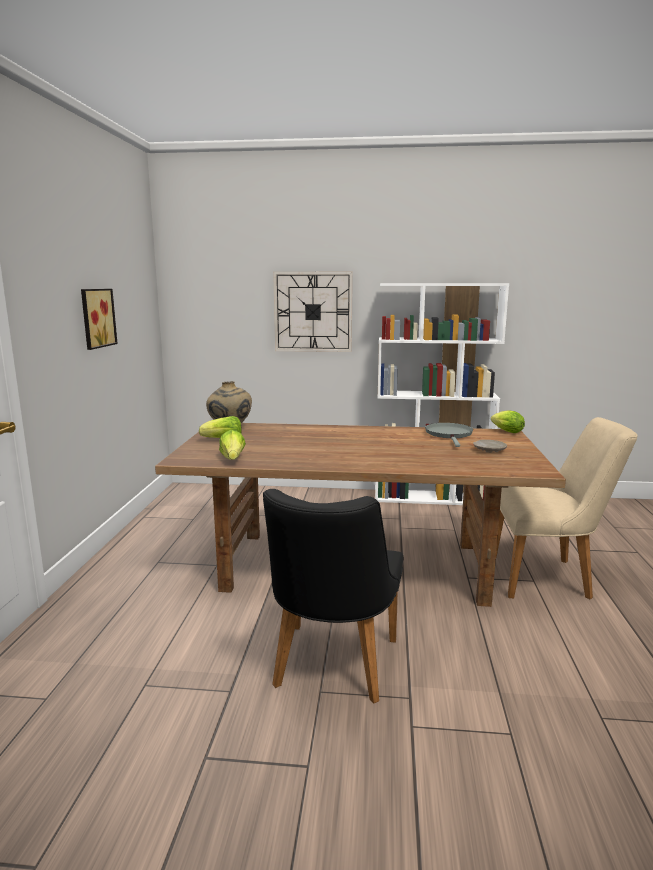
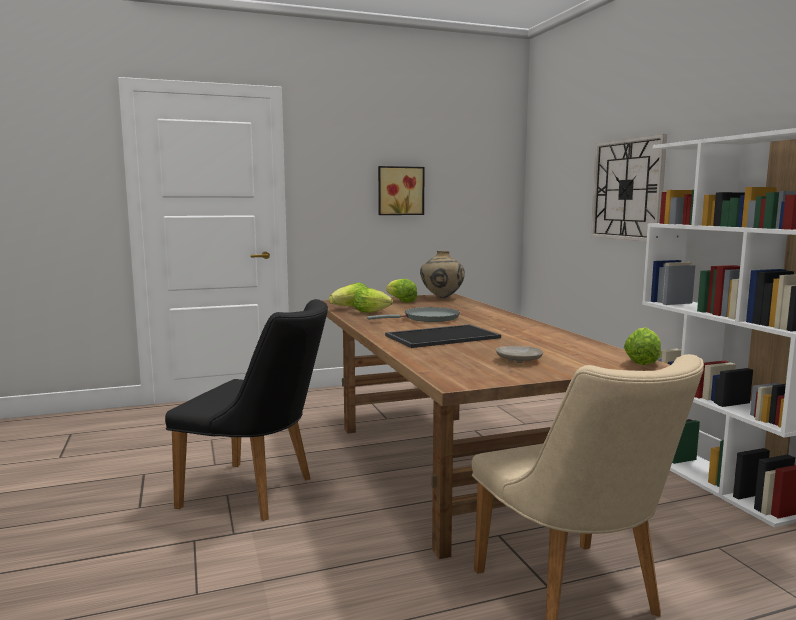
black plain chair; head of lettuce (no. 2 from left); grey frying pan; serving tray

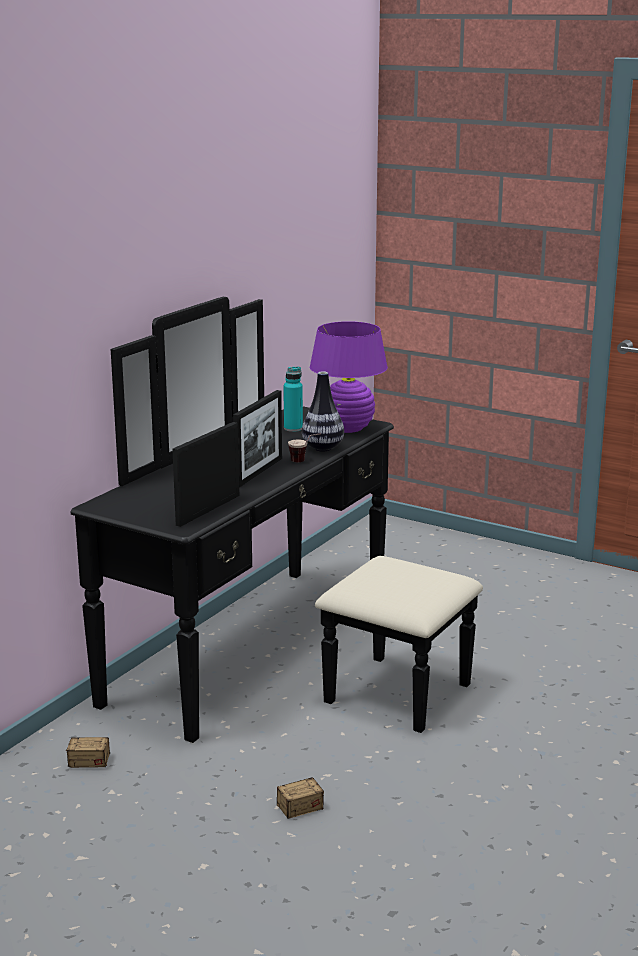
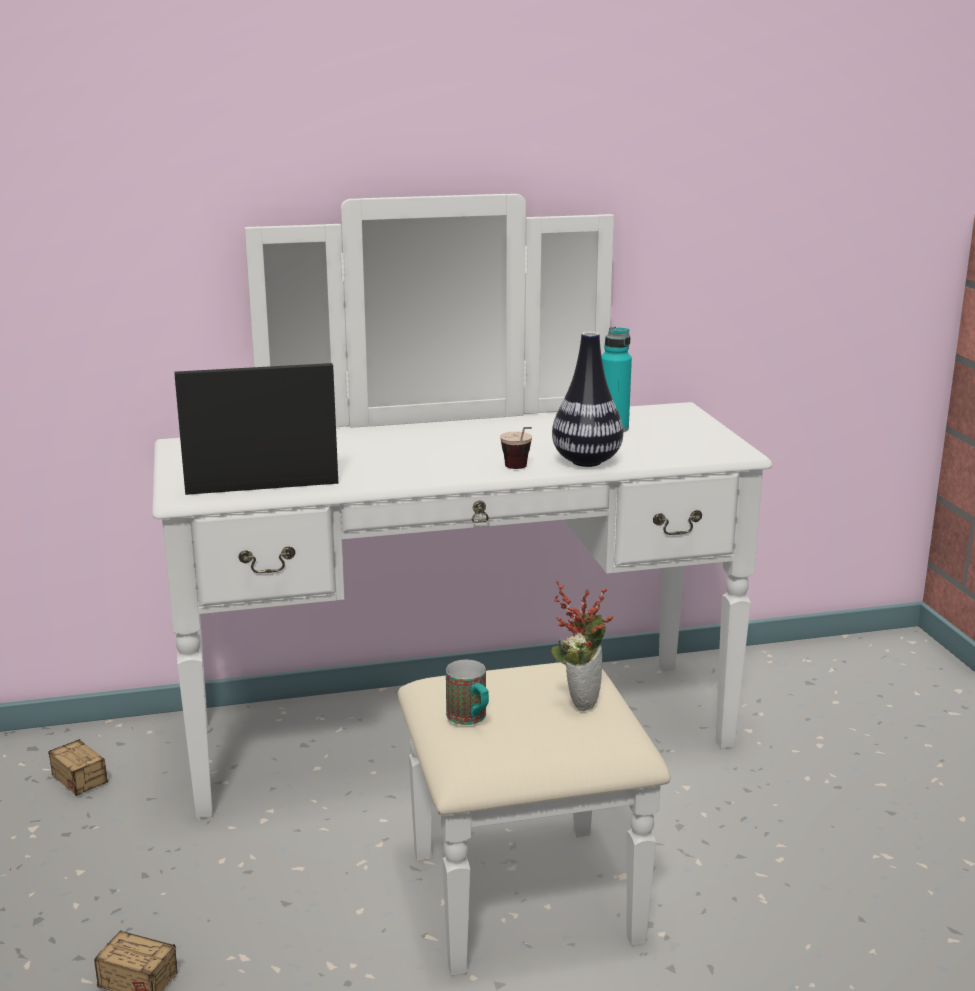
white-coloured drawer chest; mug; houseplant; photo frame (no. 2 from left in the first image); purple-coloured tabletop lamp

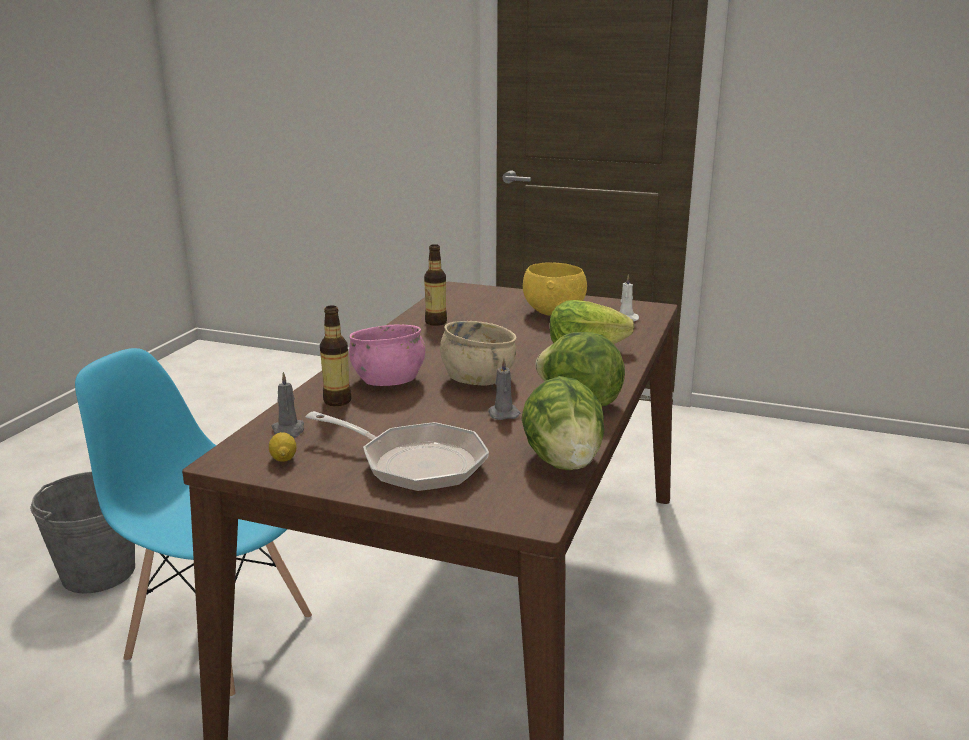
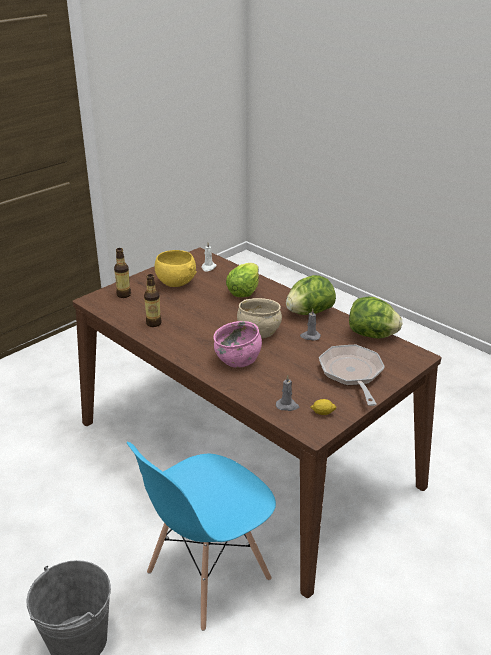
bottle (no. 1 from left); frying pan

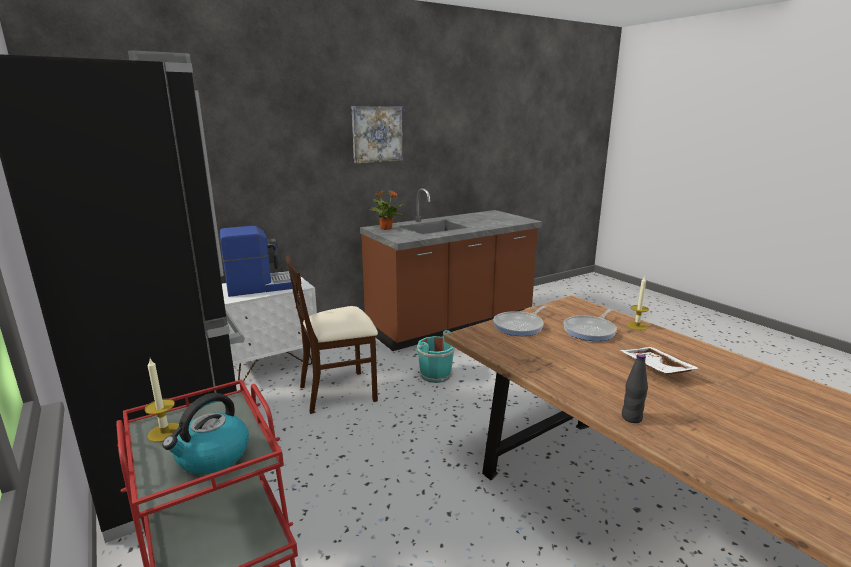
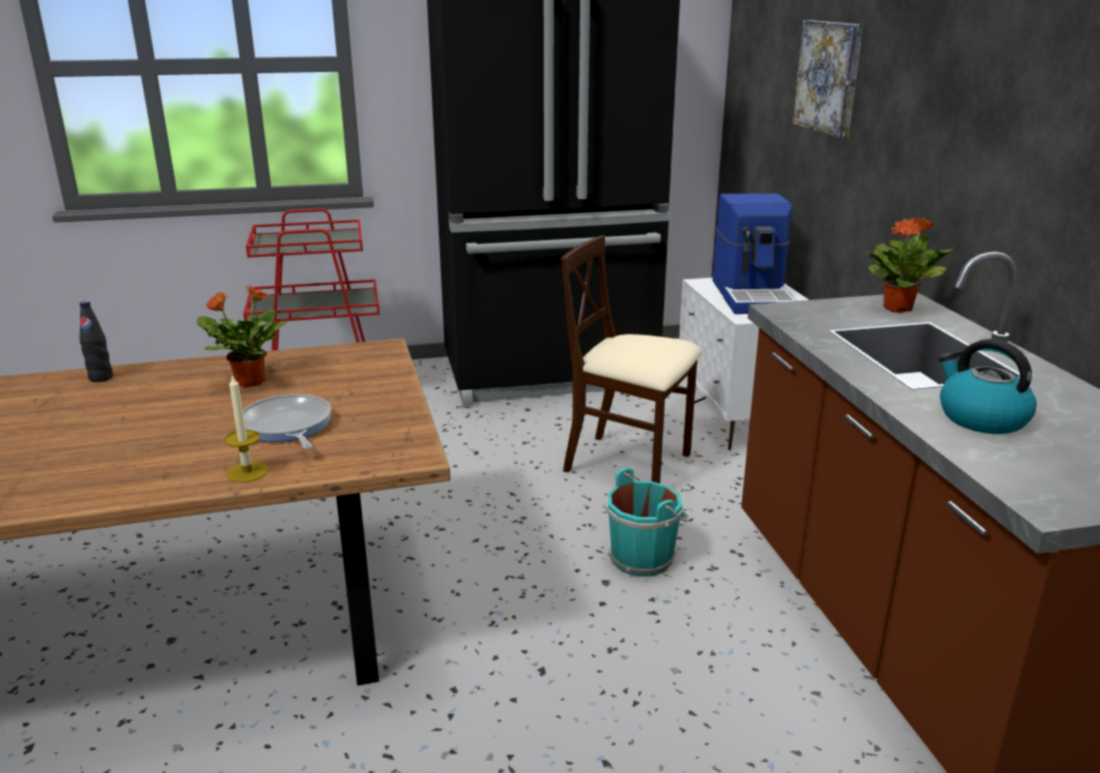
houseplant (no. 1 from left); beige plain chair; picture; kettle; wax light (no. 1 from left in the first image); frying pan (no. 1 from left in the first image); white-coloured serving tray

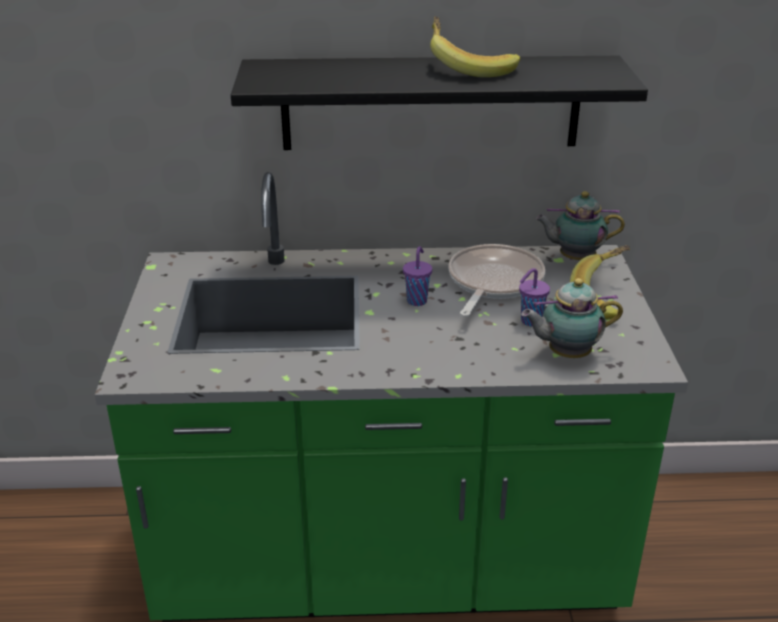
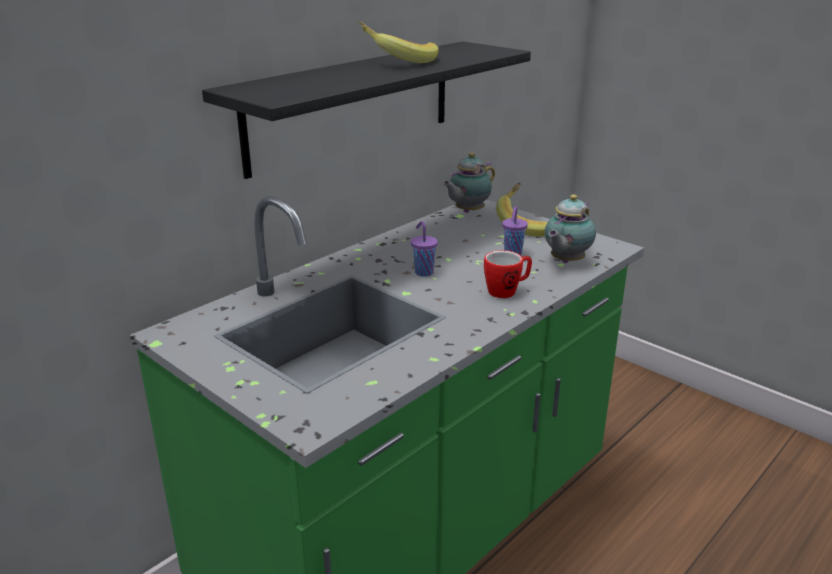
mug; frying pan

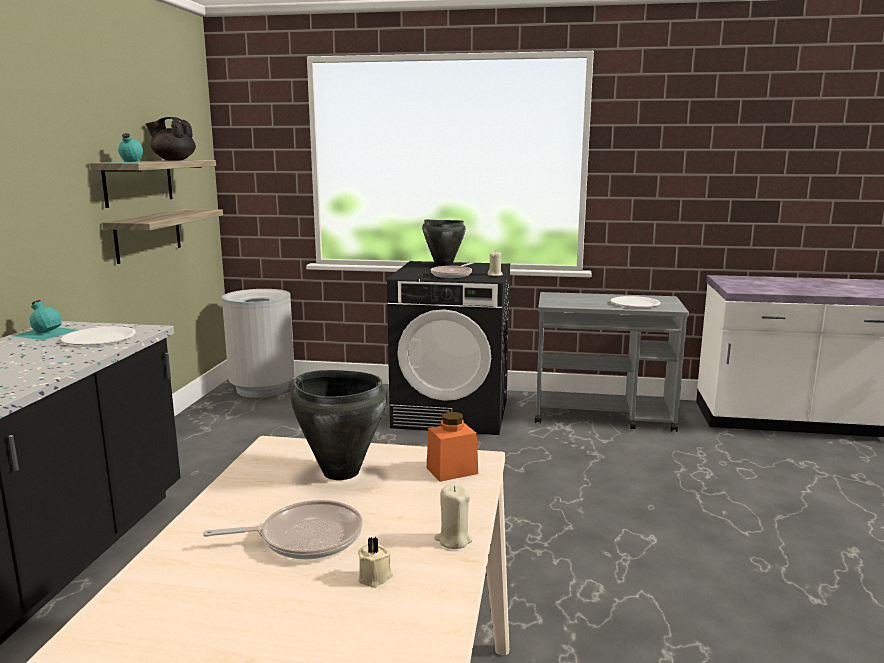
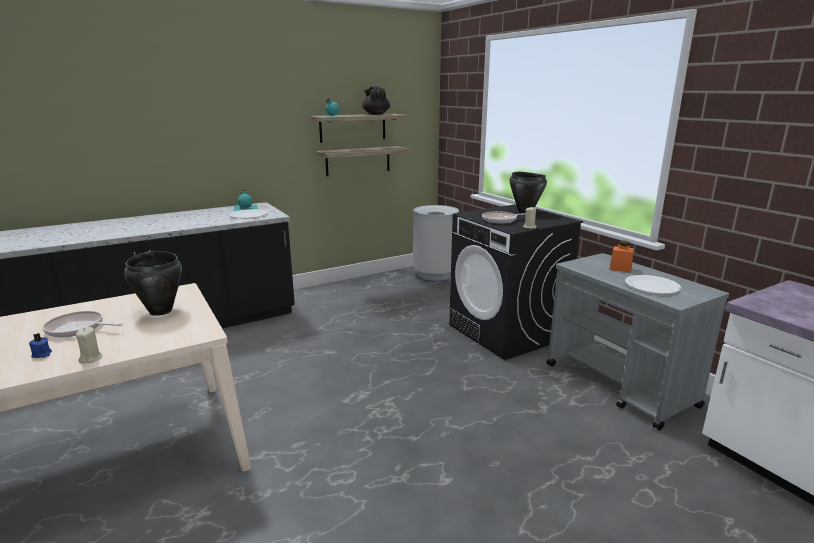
blue wax light; frying pan (no. 1 from left); orange-coloured storage jar

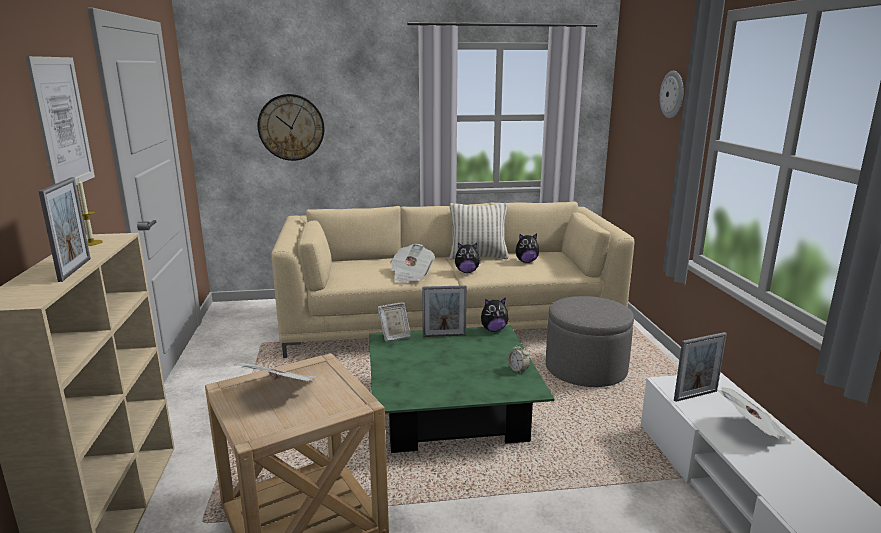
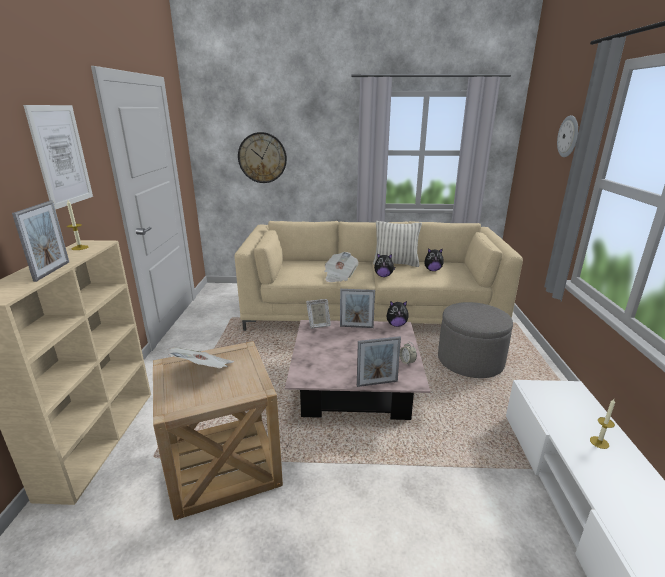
pink low table; photo frame (no. 4 from left); wax light (no. 2 from left)

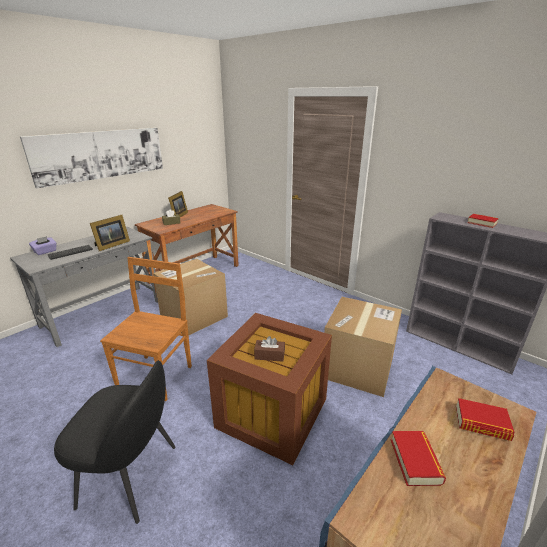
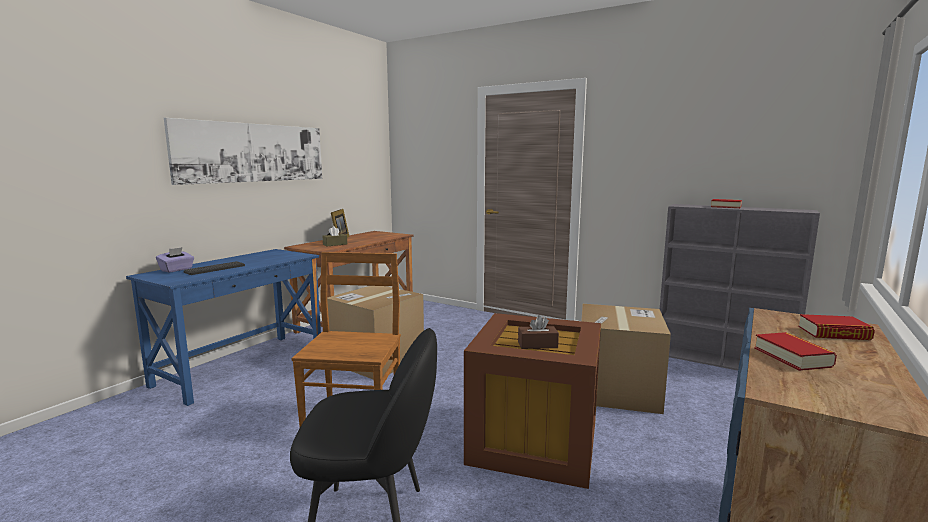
blue desk table; photo frame (no. 1 from left in the first image)

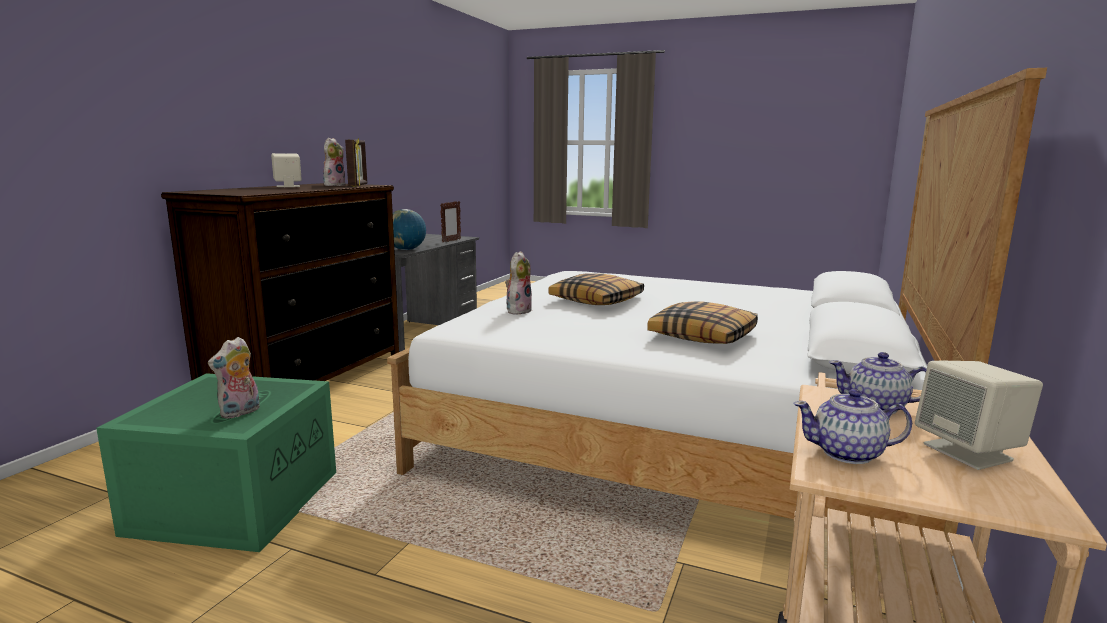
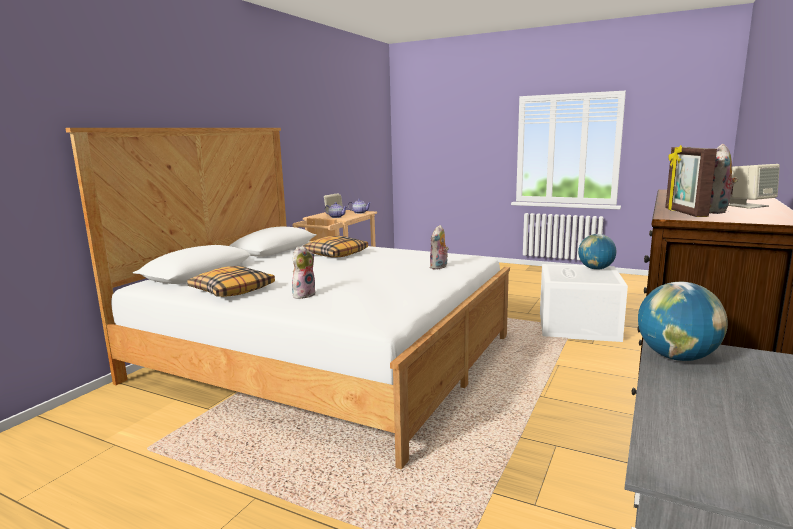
cushion (no. 1 from left); plush toy (no. 1 from left); white-coloured storage container; globe (no. 1 from left); photo frame (no. 2 from left in the first image)

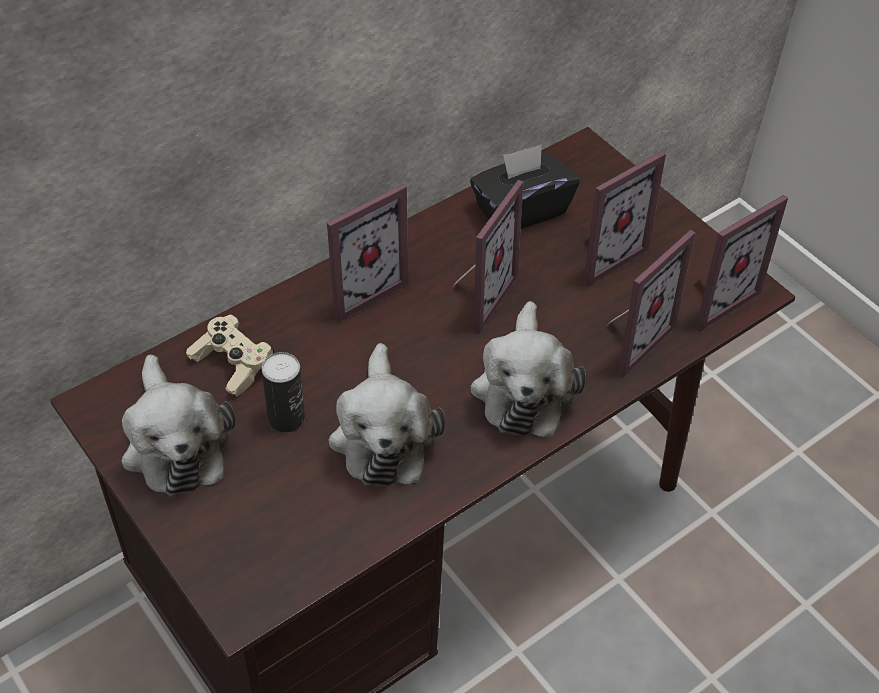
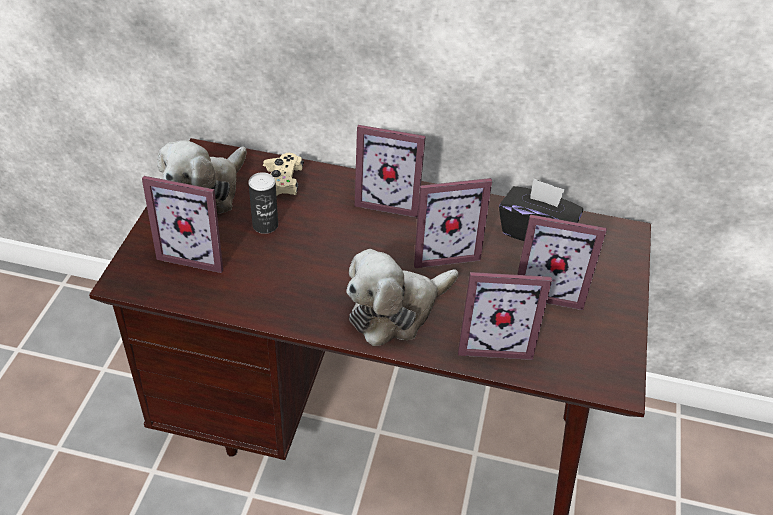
photo frame (no. 1 from left); plush toy (no. 2 from left in the first image)

